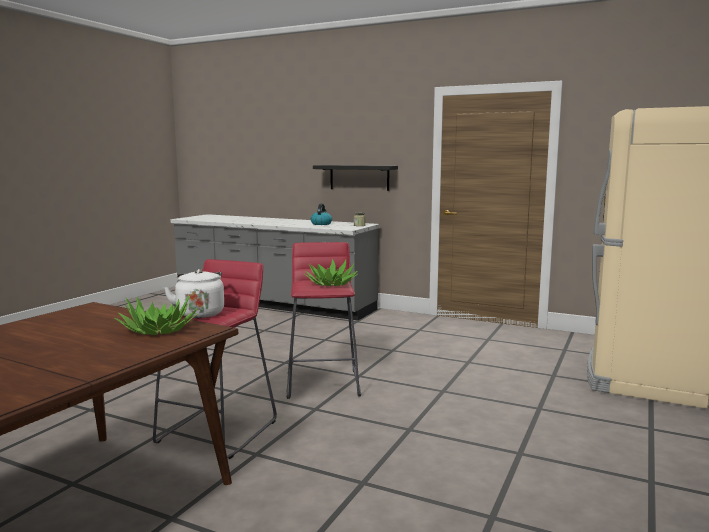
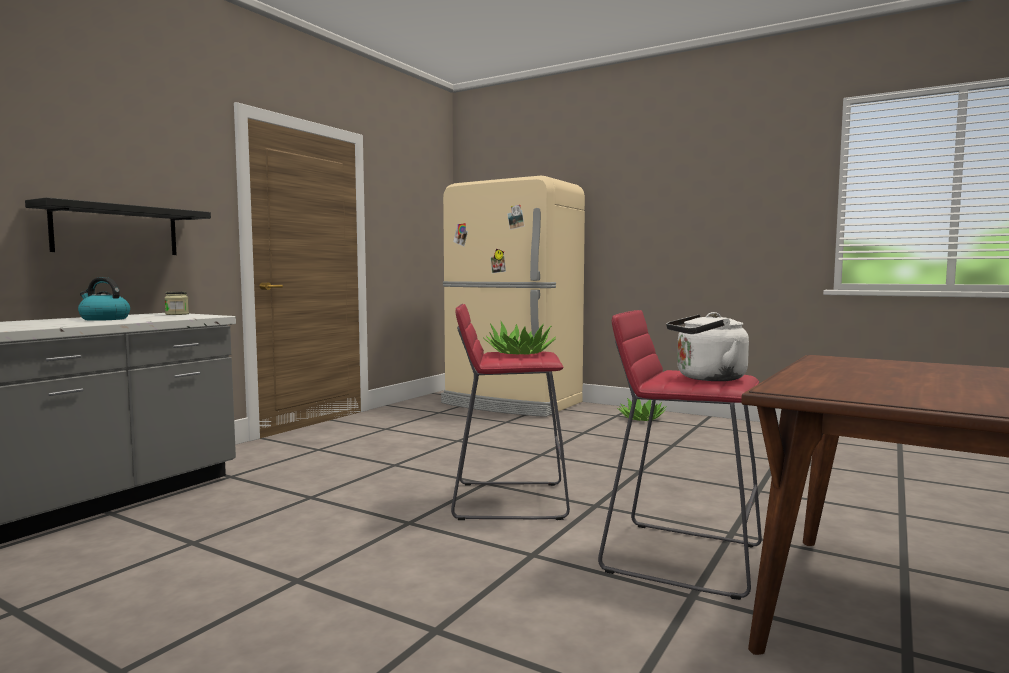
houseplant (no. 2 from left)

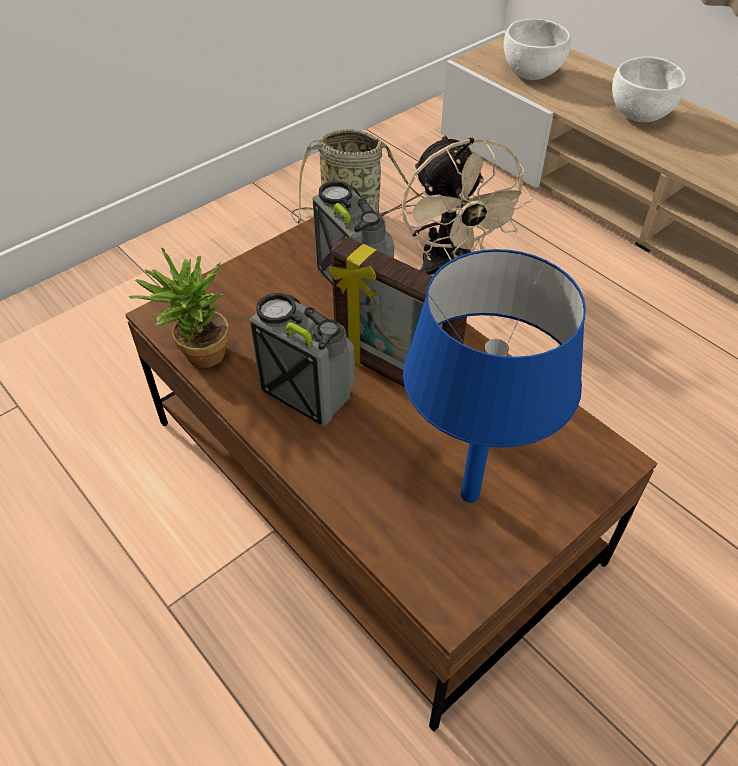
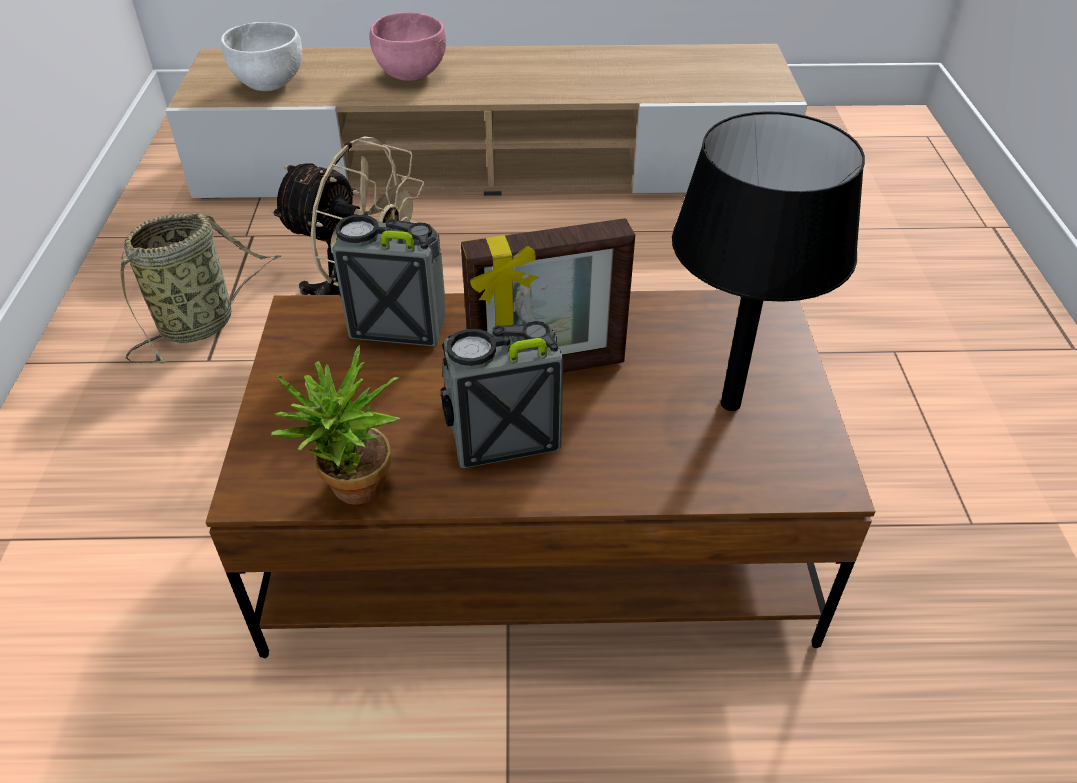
pink serving bowl; black tabletop lamp

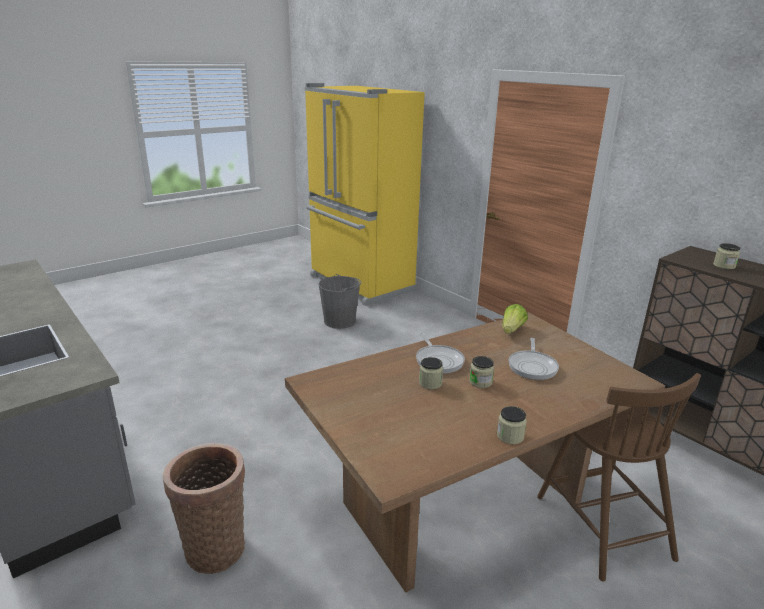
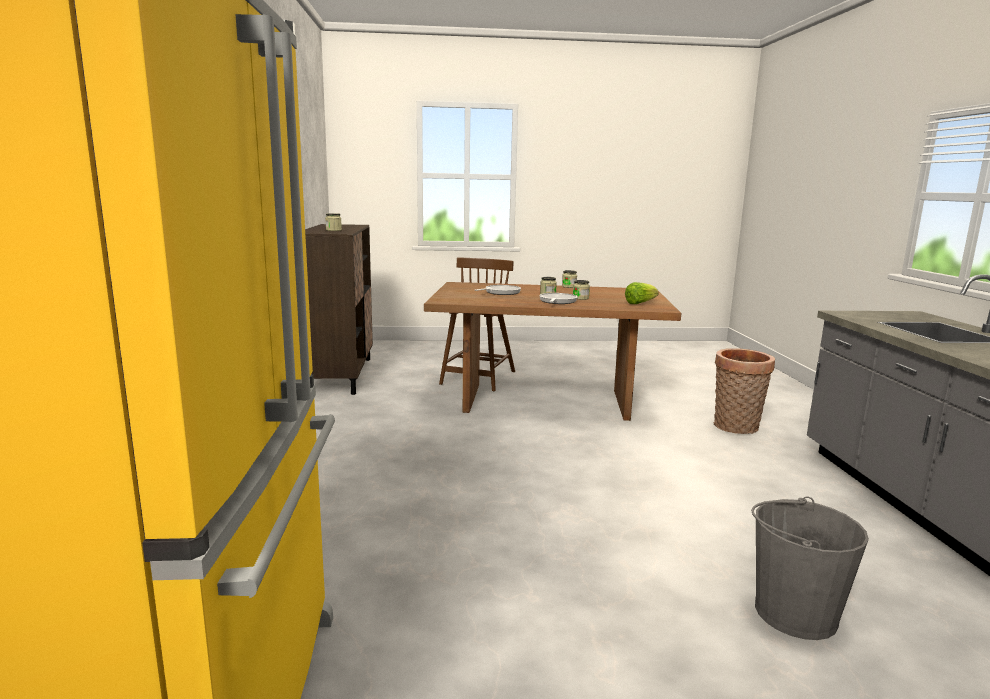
head of lettuce; grey bucket

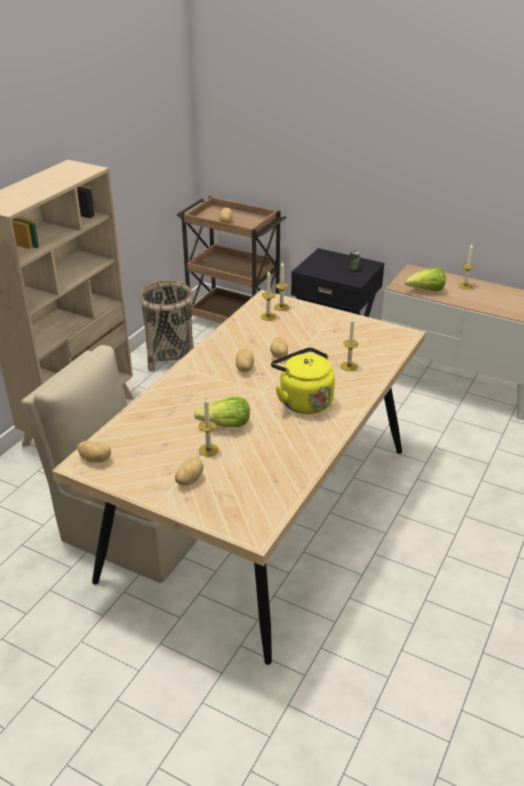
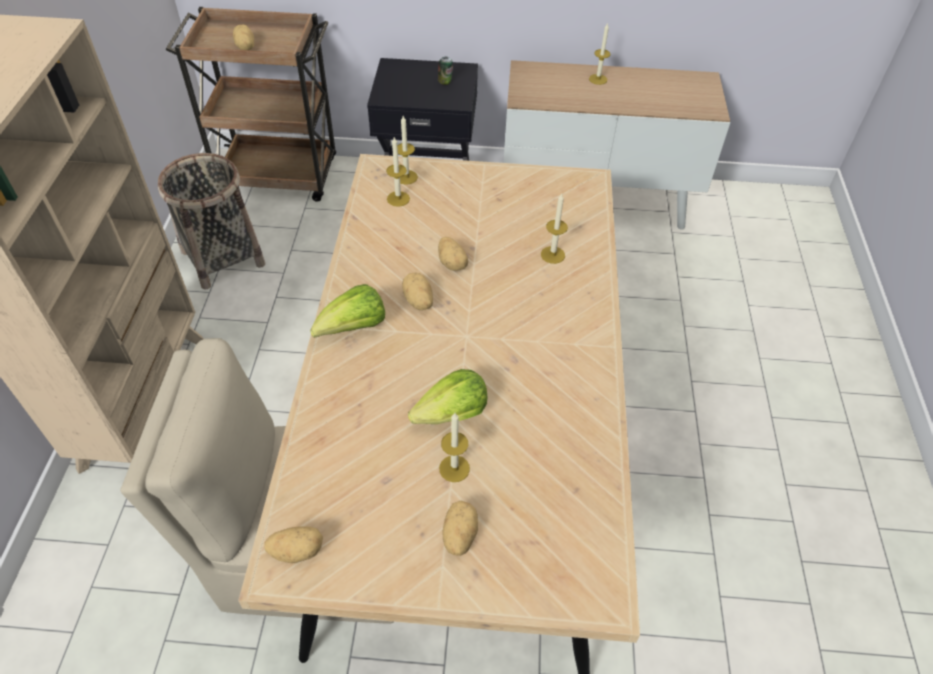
head of lettuce (no. 1 from left); yellow-coloured kettle

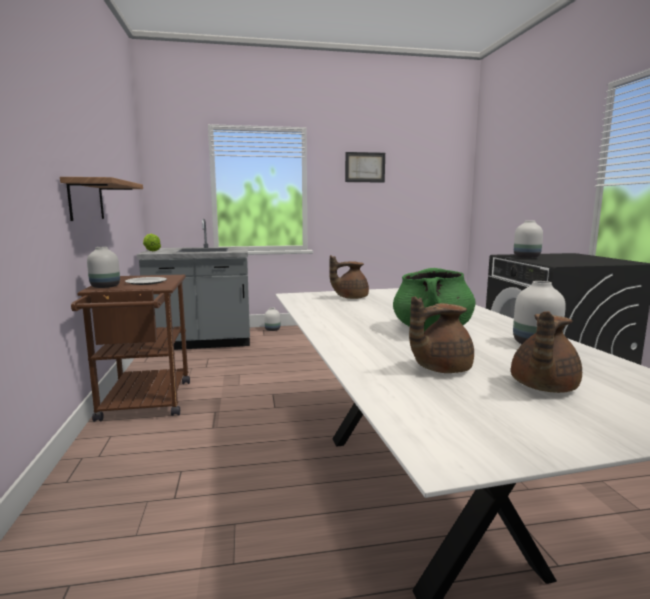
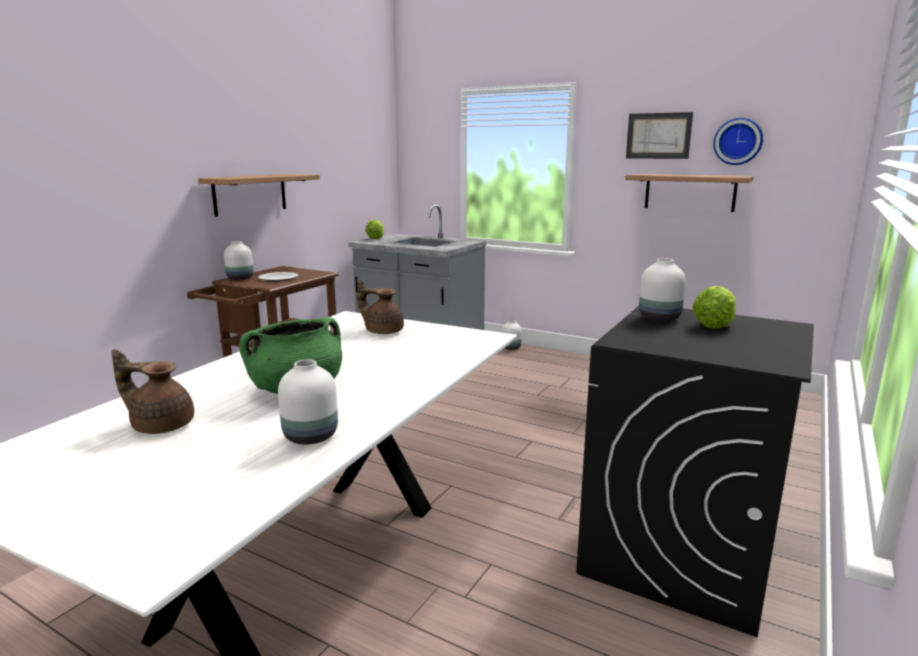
bracket shelf (no. 2 from left); head of lettuce (no. 2 from left); clock on the wall; brown-coloured tea pot (no. 3 from left in the first image)

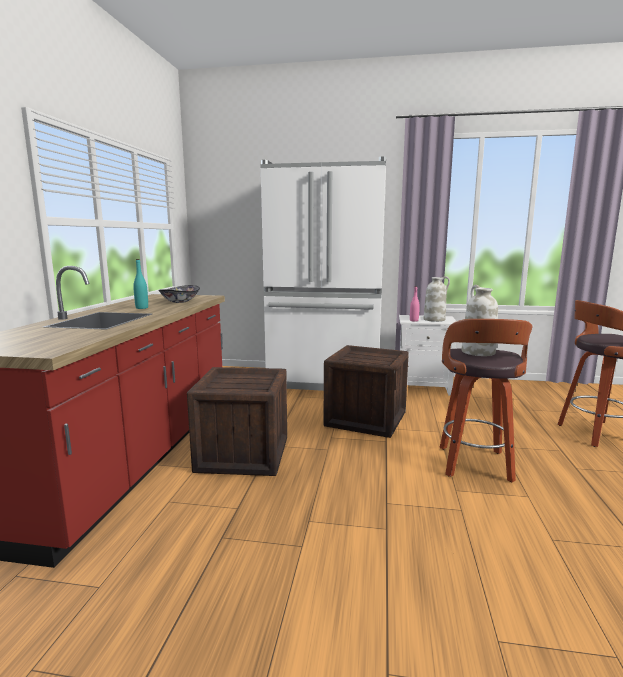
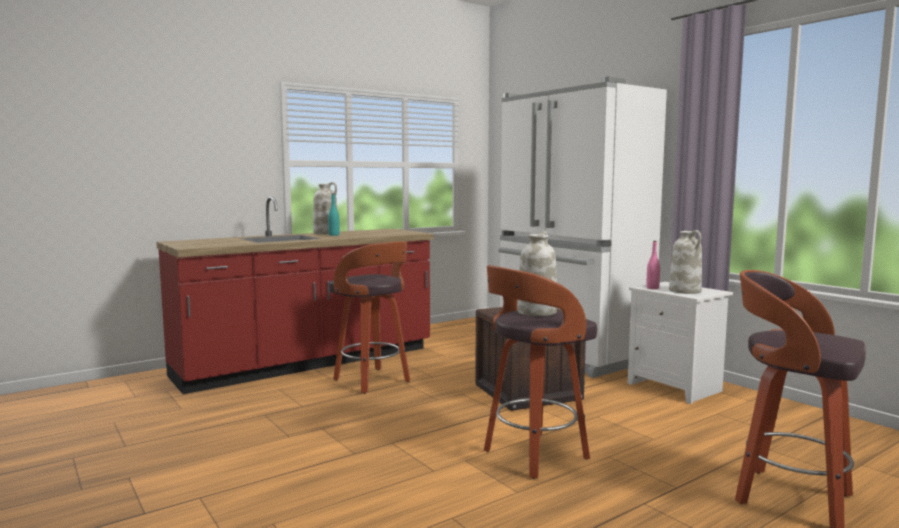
white-coloured decorative vase (no. 1 from left); sitting stool (no. 1 from left); serving bowl

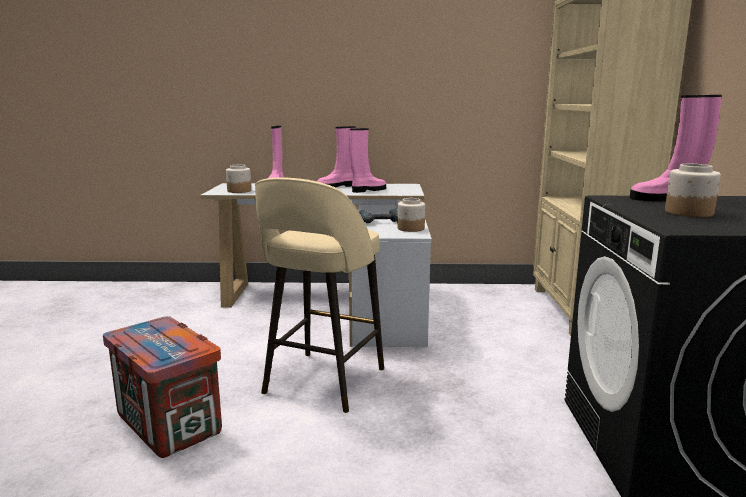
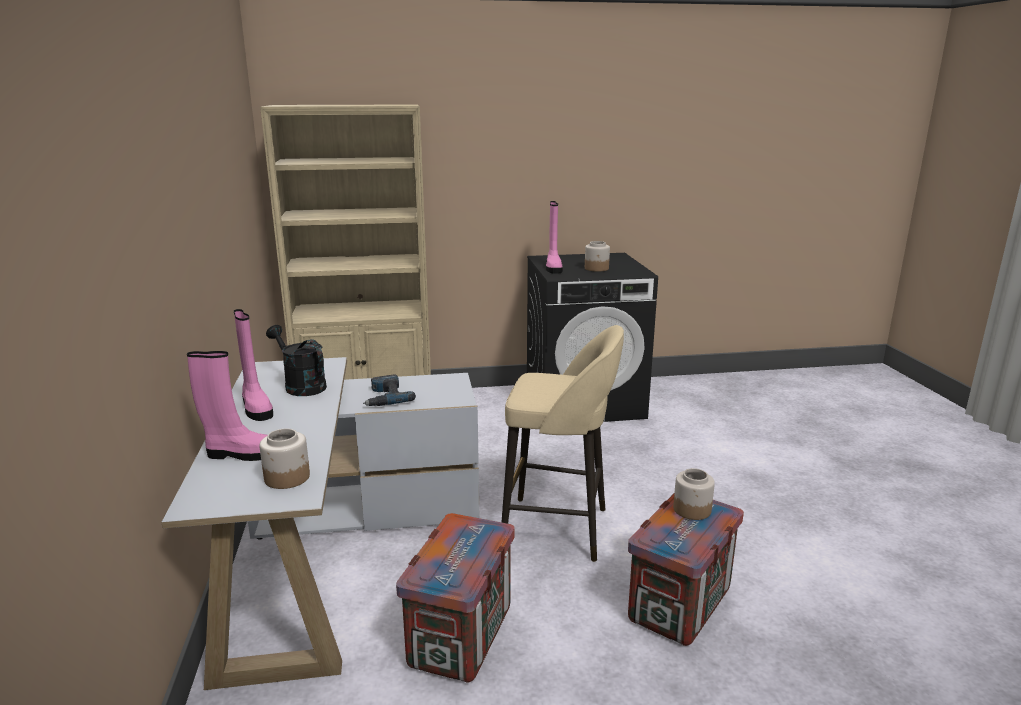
black watering pot; shipping crate (no. 1 from left); storage jar (no. 3 from left)

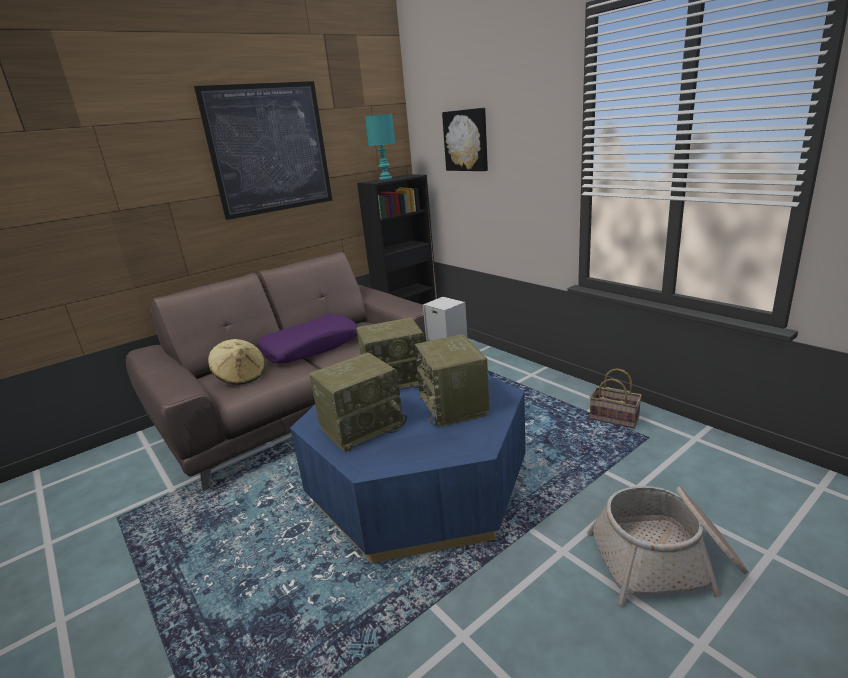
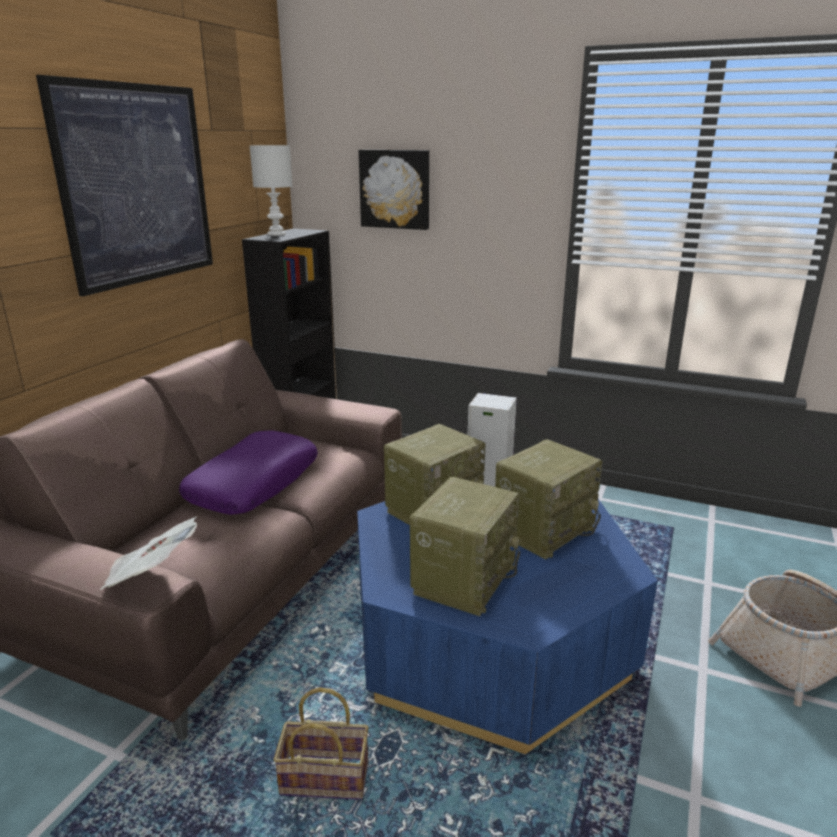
printed paper; white-coloured tabletop lamp; storage basket (no. 1 from left); radio receiver (no. 3 from left); beige hat

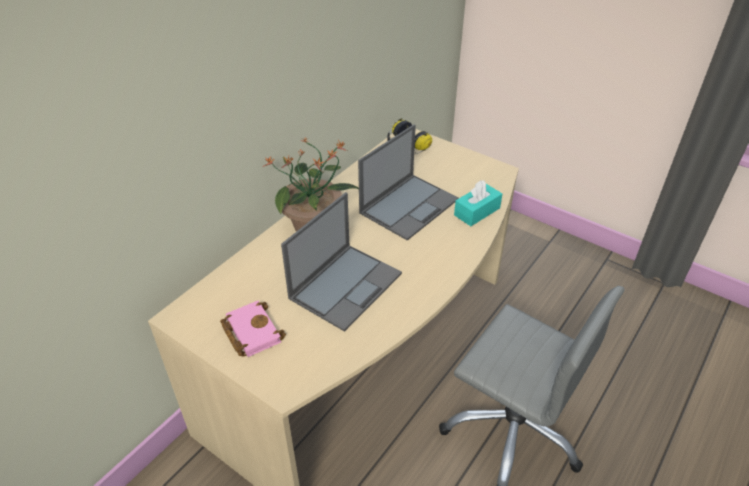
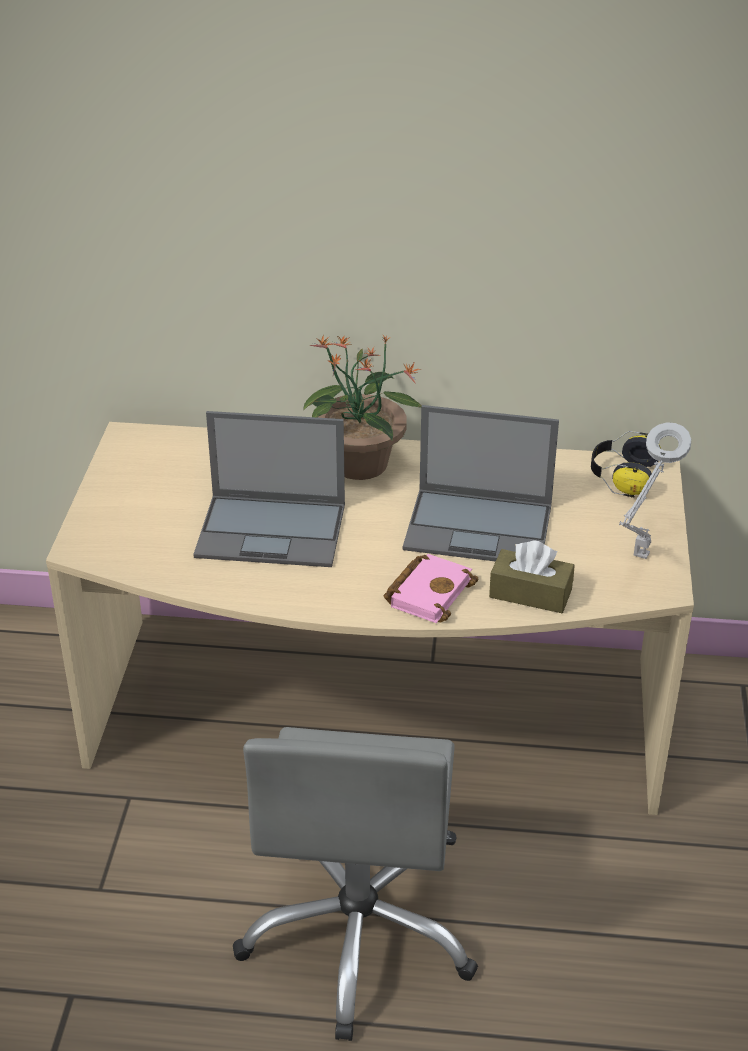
pink book; brown-coloured tissue box; grey tabletop lamp

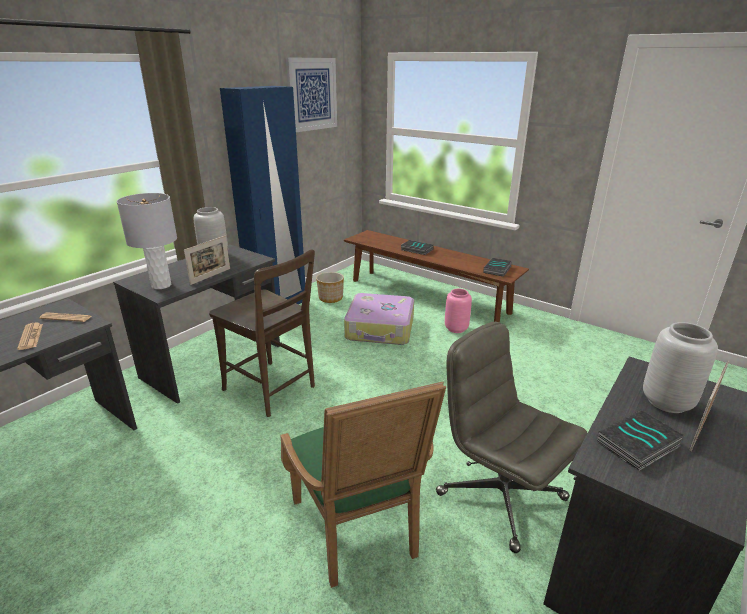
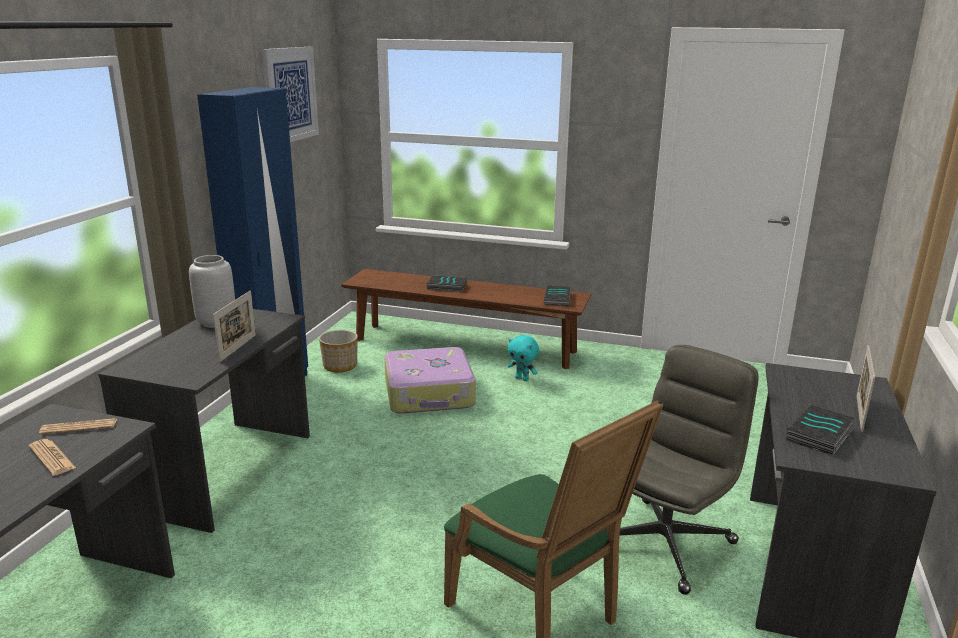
blue-green plush toy; grey computer chair; grey tabletop lamp; brown-coloured plain chair; grey decorative vase (no. 2 from left in the first image)

